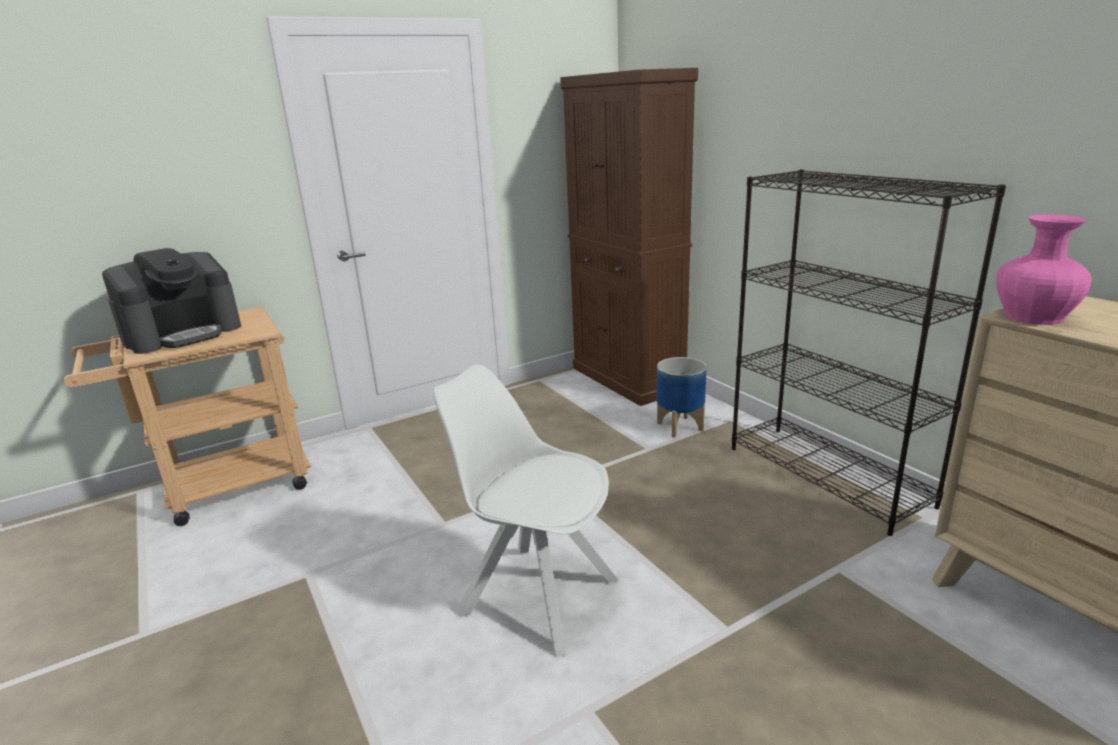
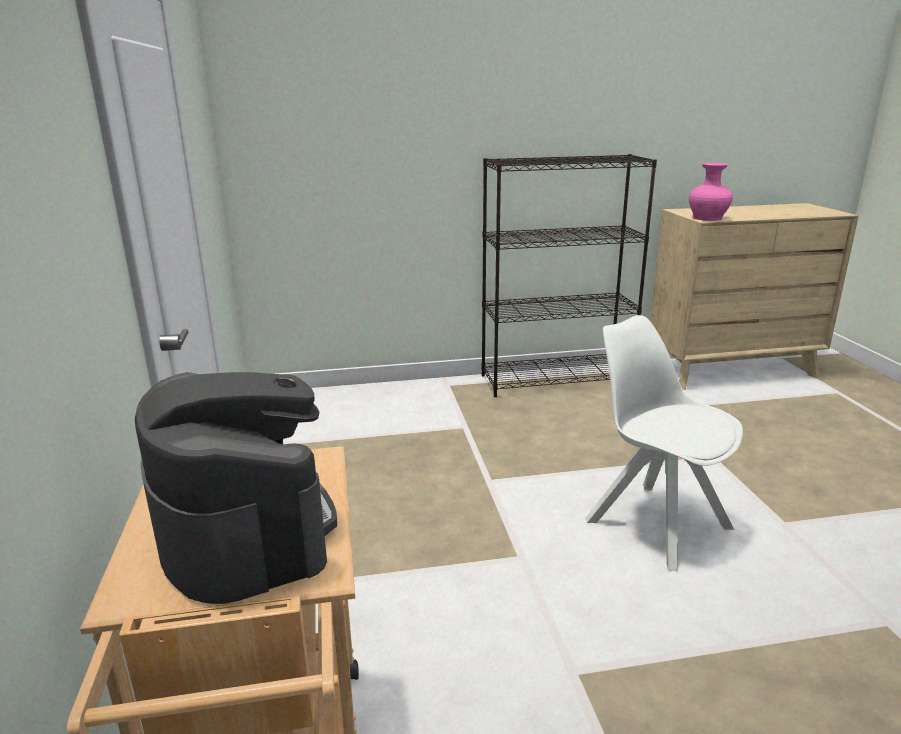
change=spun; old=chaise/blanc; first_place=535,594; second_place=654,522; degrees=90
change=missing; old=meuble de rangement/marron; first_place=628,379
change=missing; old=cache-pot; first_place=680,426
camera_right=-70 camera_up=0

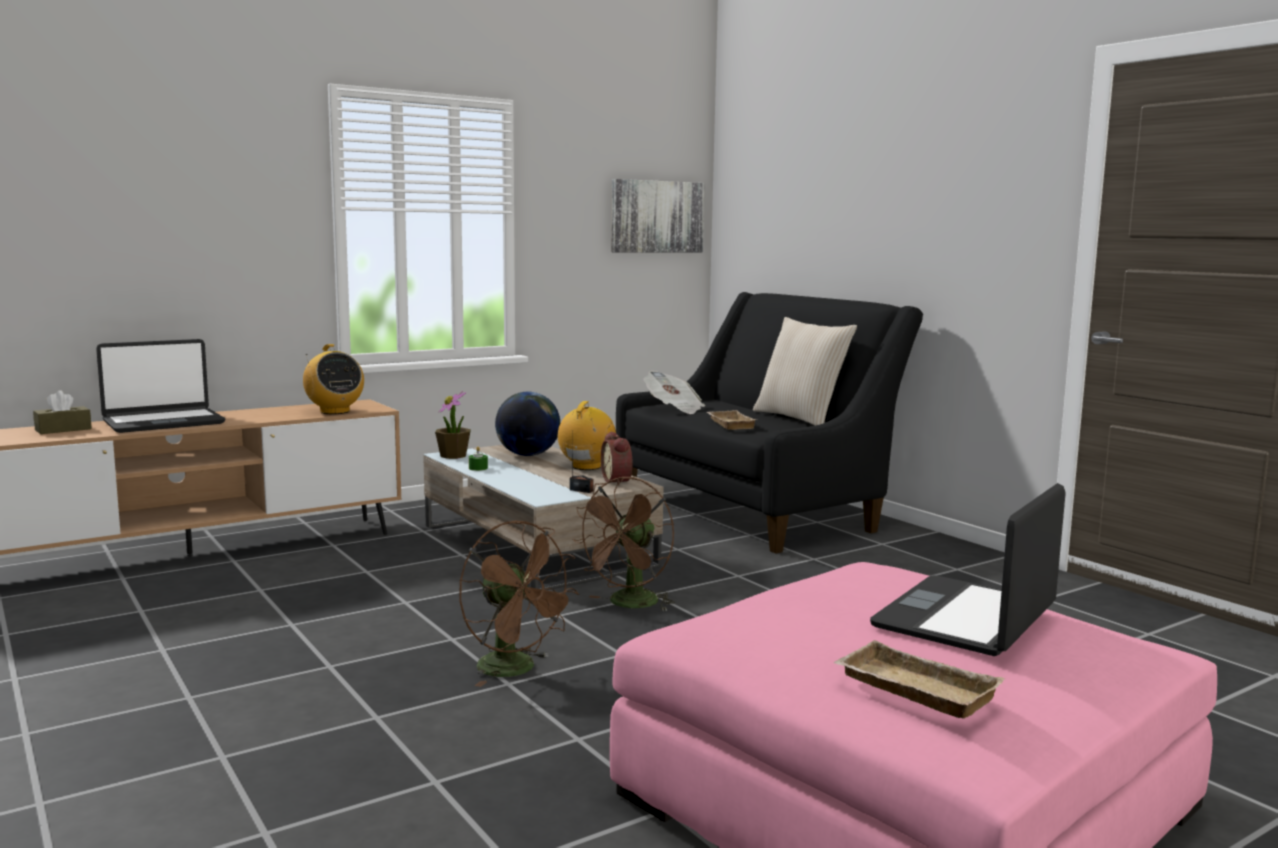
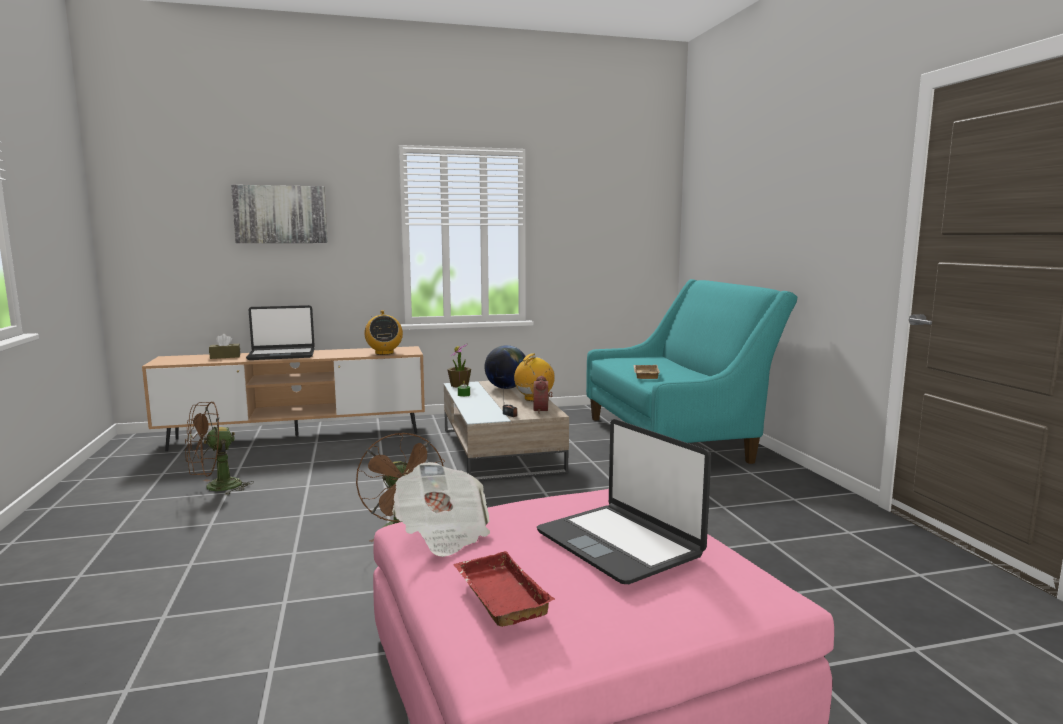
change=relocated; old=ventilateur/marron; first_place=629,605; second_place=216,488
change=relocated; old=tableau; first_place=656,216; second_place=280,214
change=colour; old=canapé/noir; new=canapé/turquoise; first_place=754,510; second_place=675,438
change=relocated; old=journal; first_place=674,409; second_place=442,533
change=missing; old=coussin/beige; first_place=800,418
change=colour; old=plateau/beige; new=plateau/rouge; first_place=912,690; second_place=497,595
change=spun; old=ordinateur portable; first_place=967,619; second_place=619,543; degrees=-90
camera_right=20 camera_up=0

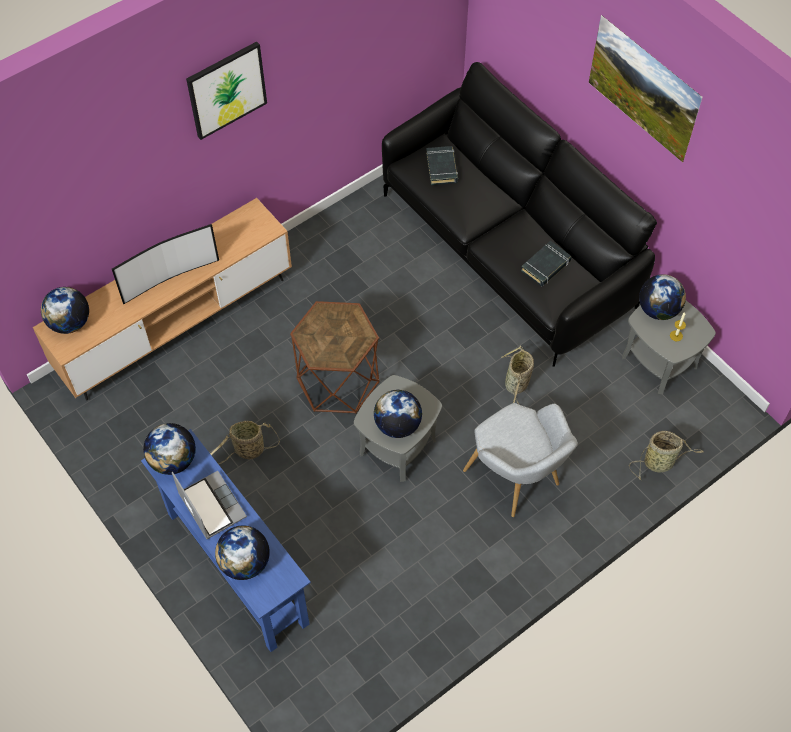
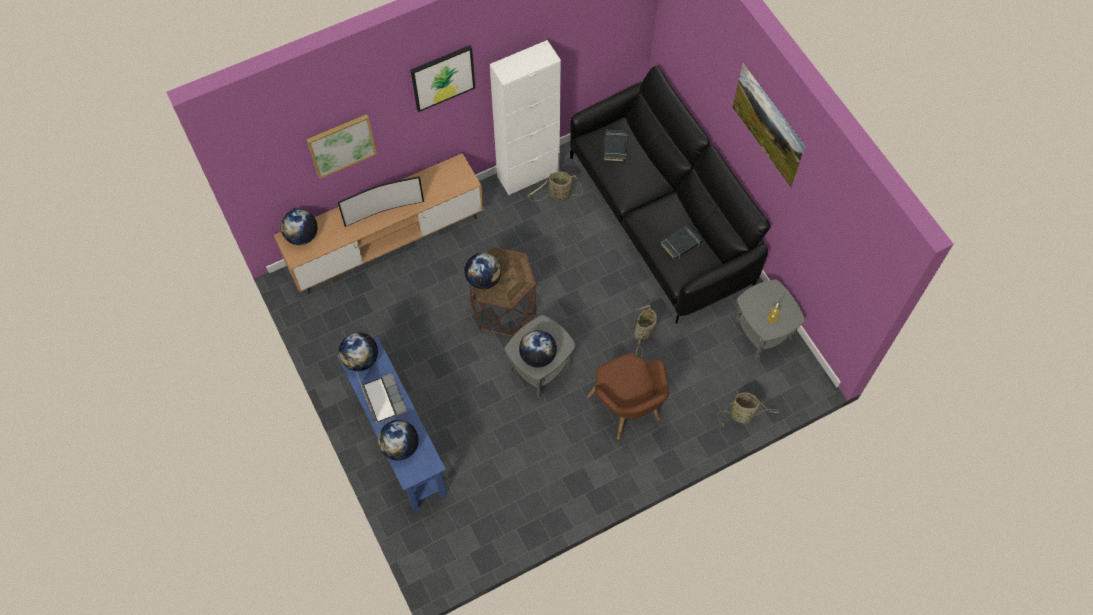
change=relocated; old=panier; first_place=247,451; second_place=558,195
change=colour; old=fauteuil/gris; new=fauteuil/marron; first_place=517,481; second_place=627,411
change=relocated; old=globe; first_place=658,310; second_place=483,279
change=appeared; new=tableau; second_place=341,145
change=appeared; new=meuble de rangement/blanc; second_place=528,174
camera_right=10 camera_up=5

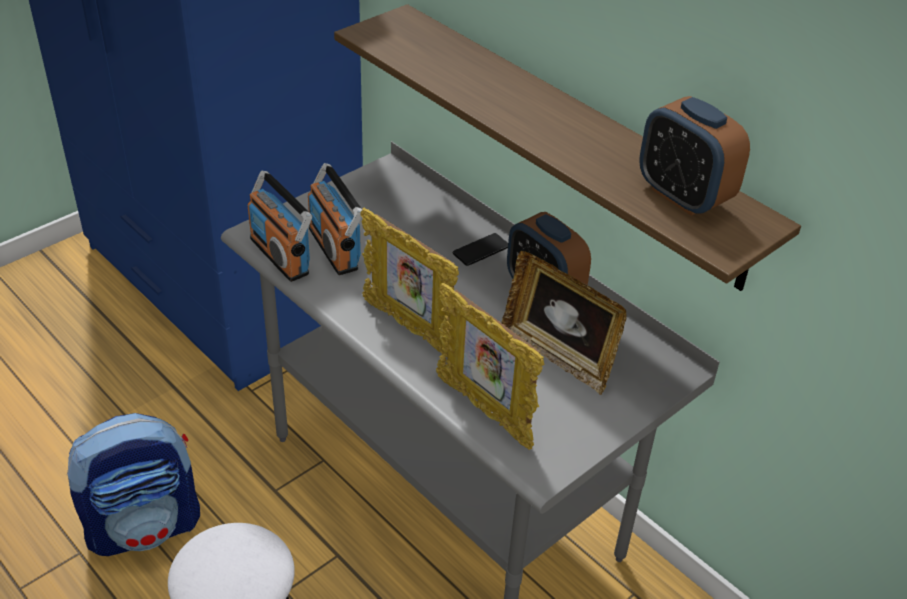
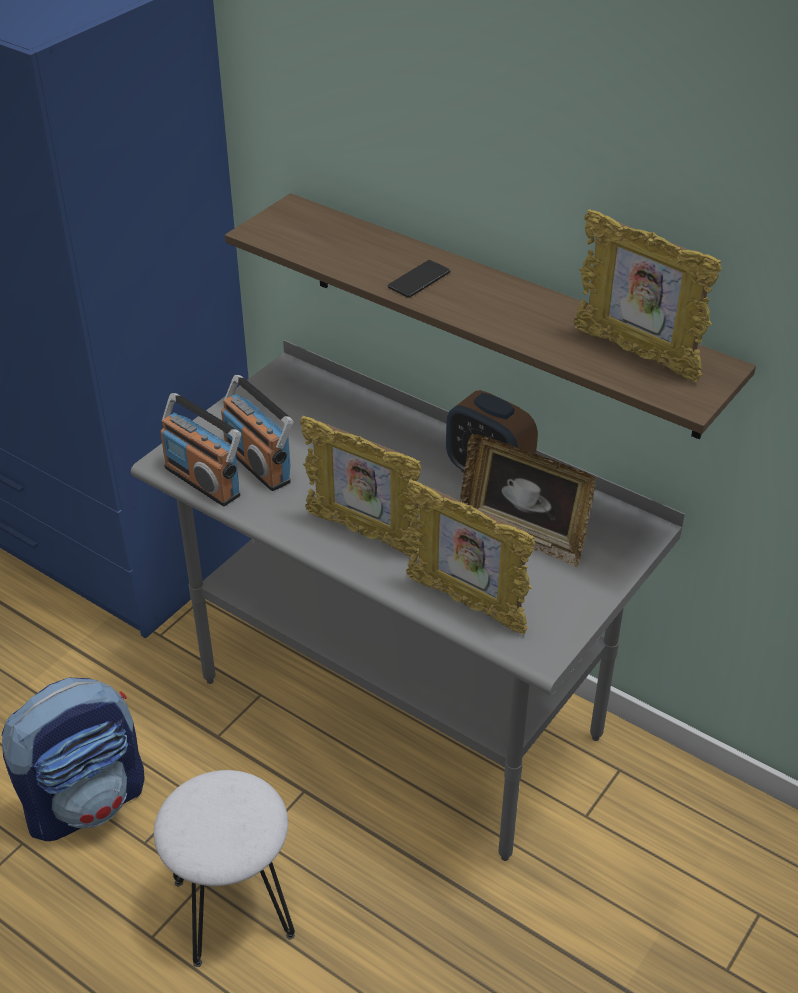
change=relocated; old=téléphone; first_place=481,250; second_place=419,280
change=exchanged; old=réveil; new=cadre photo; first_place=683,196; second_place=636,354
camera_right=-10 camera_up=0

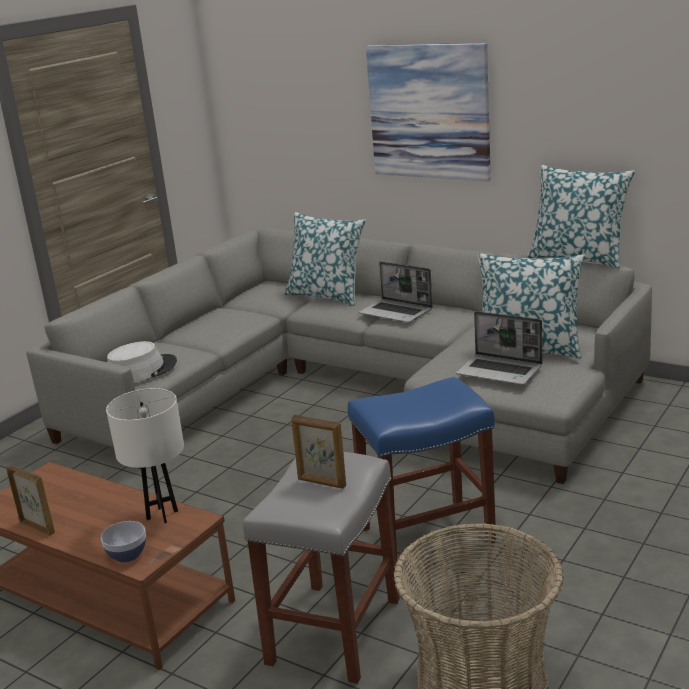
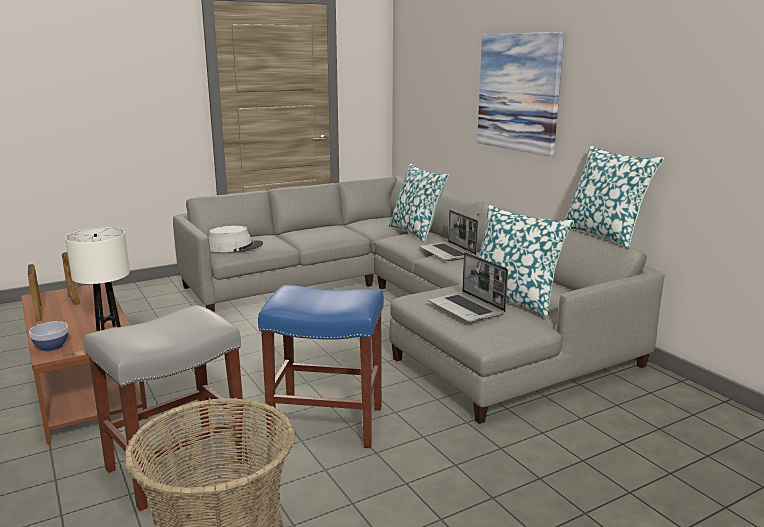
change=relocated; old=cadre photo; first_place=321,483; second_place=74,299
camera_right=25 camera_up=-5

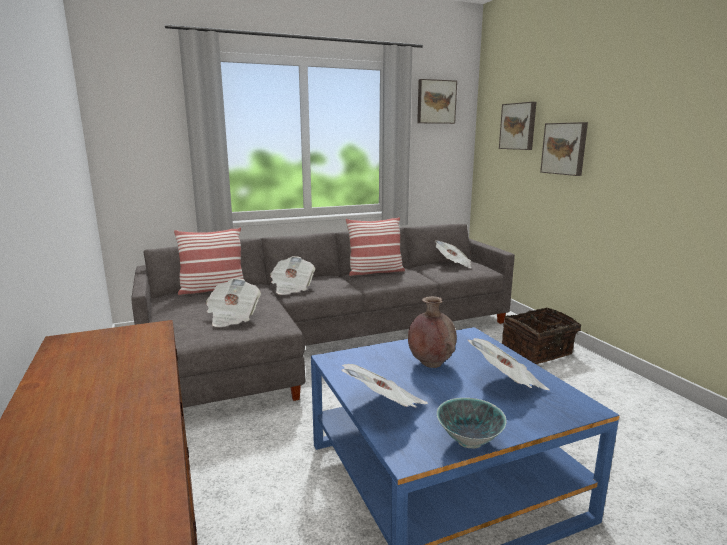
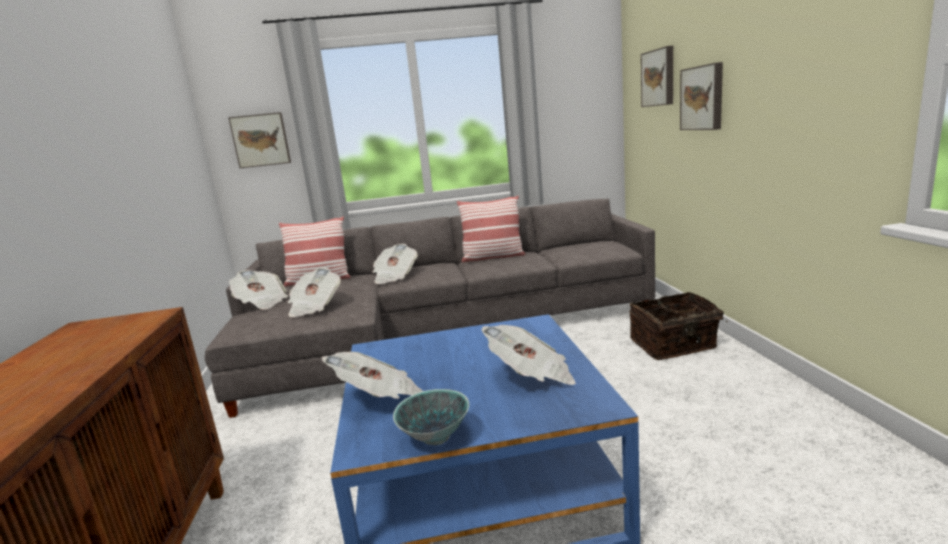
change=missing; old=vase/marron; first_place=430,364
change=relocated; old=tableau; first_place=436,102; second_place=261,140
change=relocated; old=journal; first_place=453,264; second_place=261,302
camera_right=15 camera_up=0

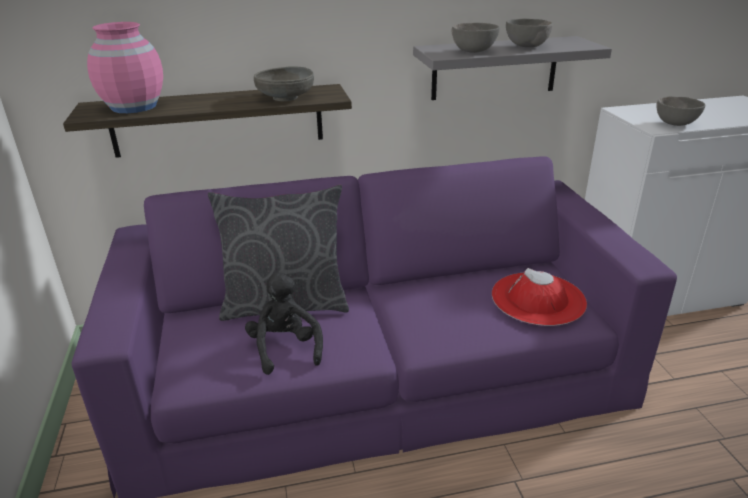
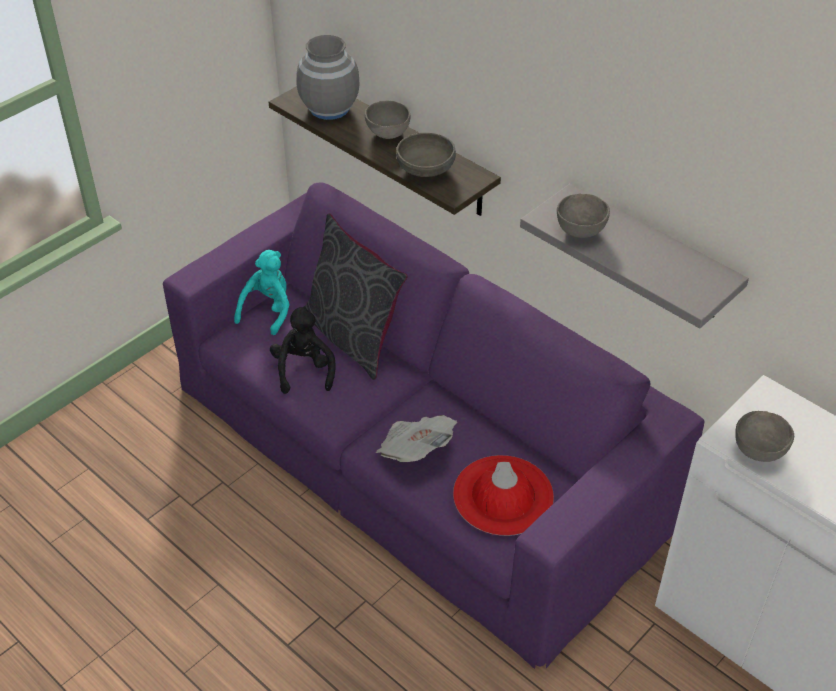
change=colour; old=vase/rose; new=vase/gris; first_place=133,106; second_place=329,108
change=spun; old=peluche/noir; first_place=285,348; second_place=304,370; degrees=-45
change=relocated; old=bol/gris; first_place=527,47; second_place=387,134
change=appeared; new=peluche/turquoise; second_place=267,310
change=appeared; new=journal; second_place=415,450
camera_right=55 camera_up=15

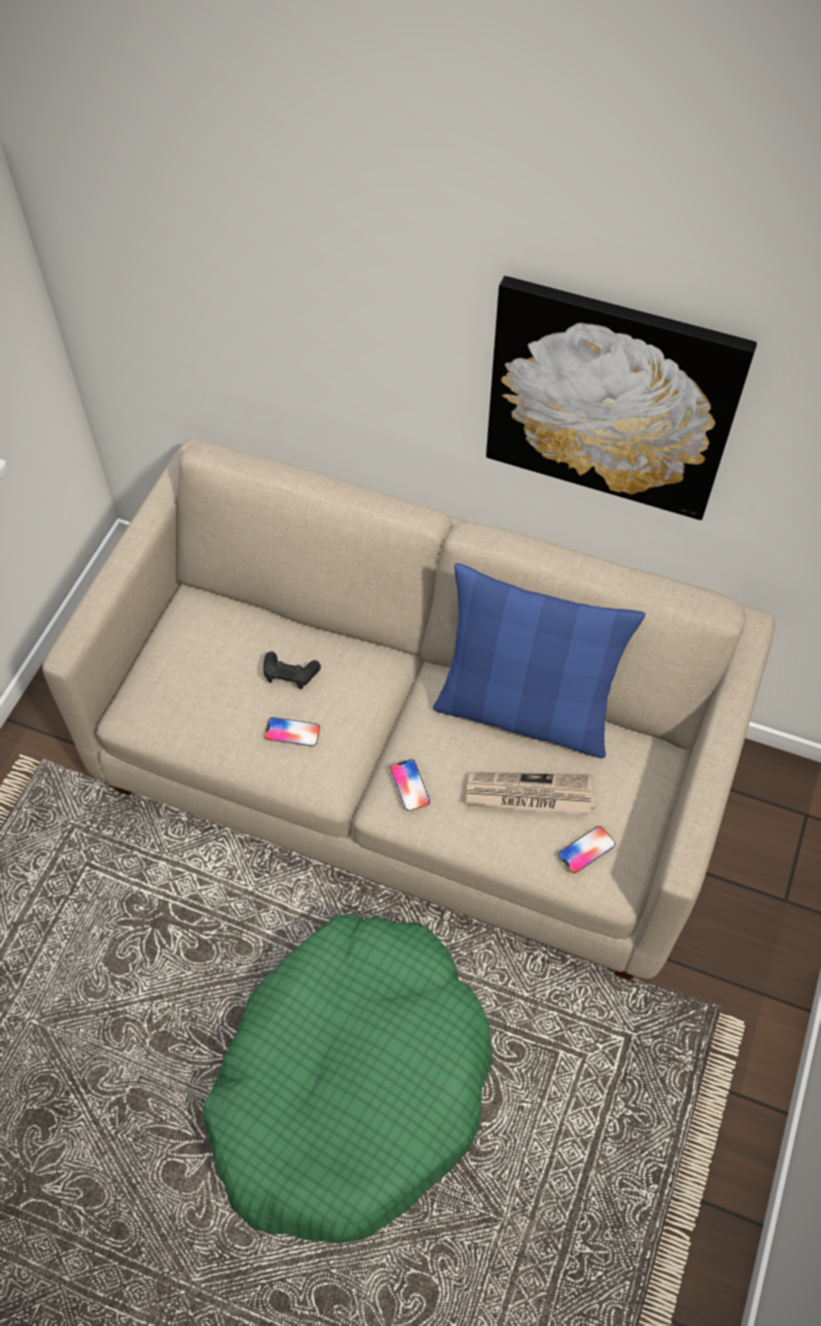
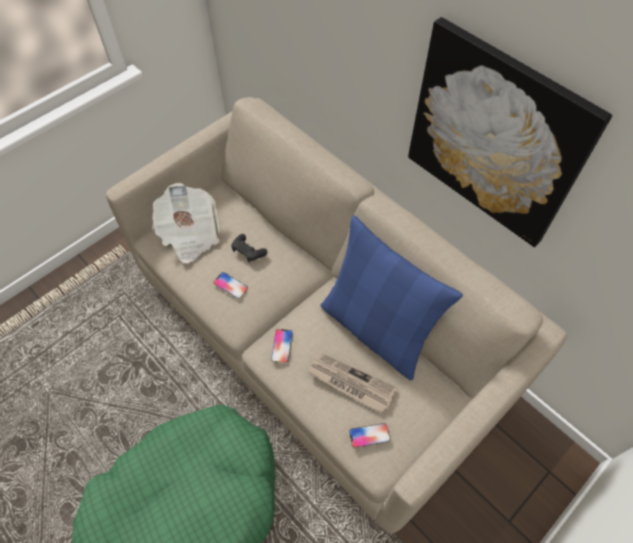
change=appeared; new=journal; second_place=189,234
camera_right=25 camera_up=0

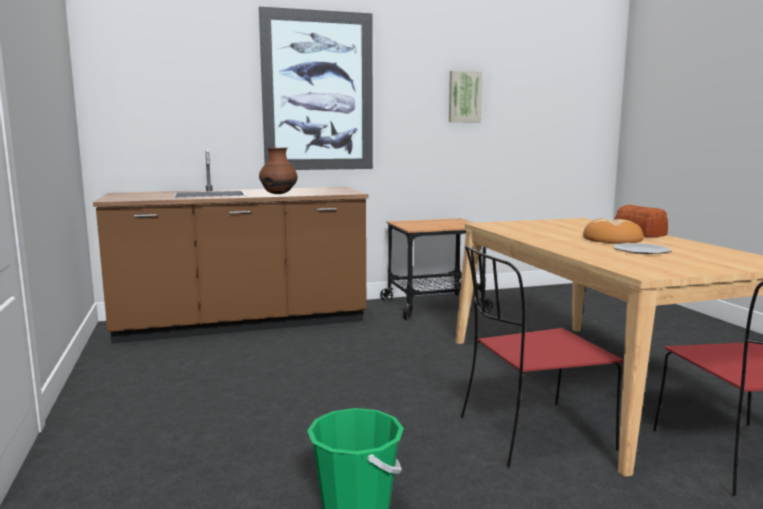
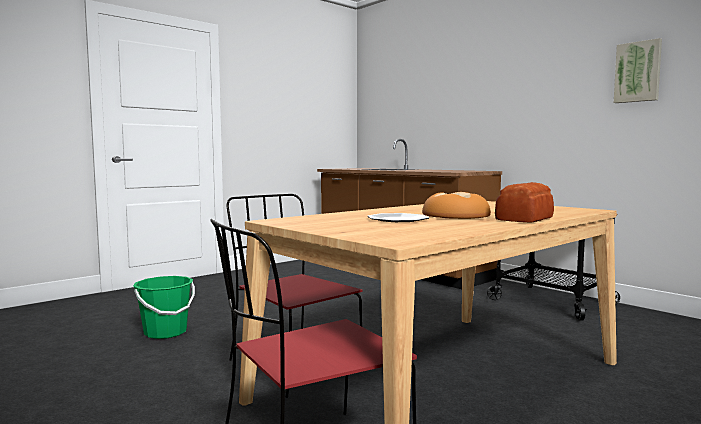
change=missing; old=tableau; first_place=318,92
change=missing; old=vase/marron; first_place=278,194
camera_right=65 camera_up=-5

